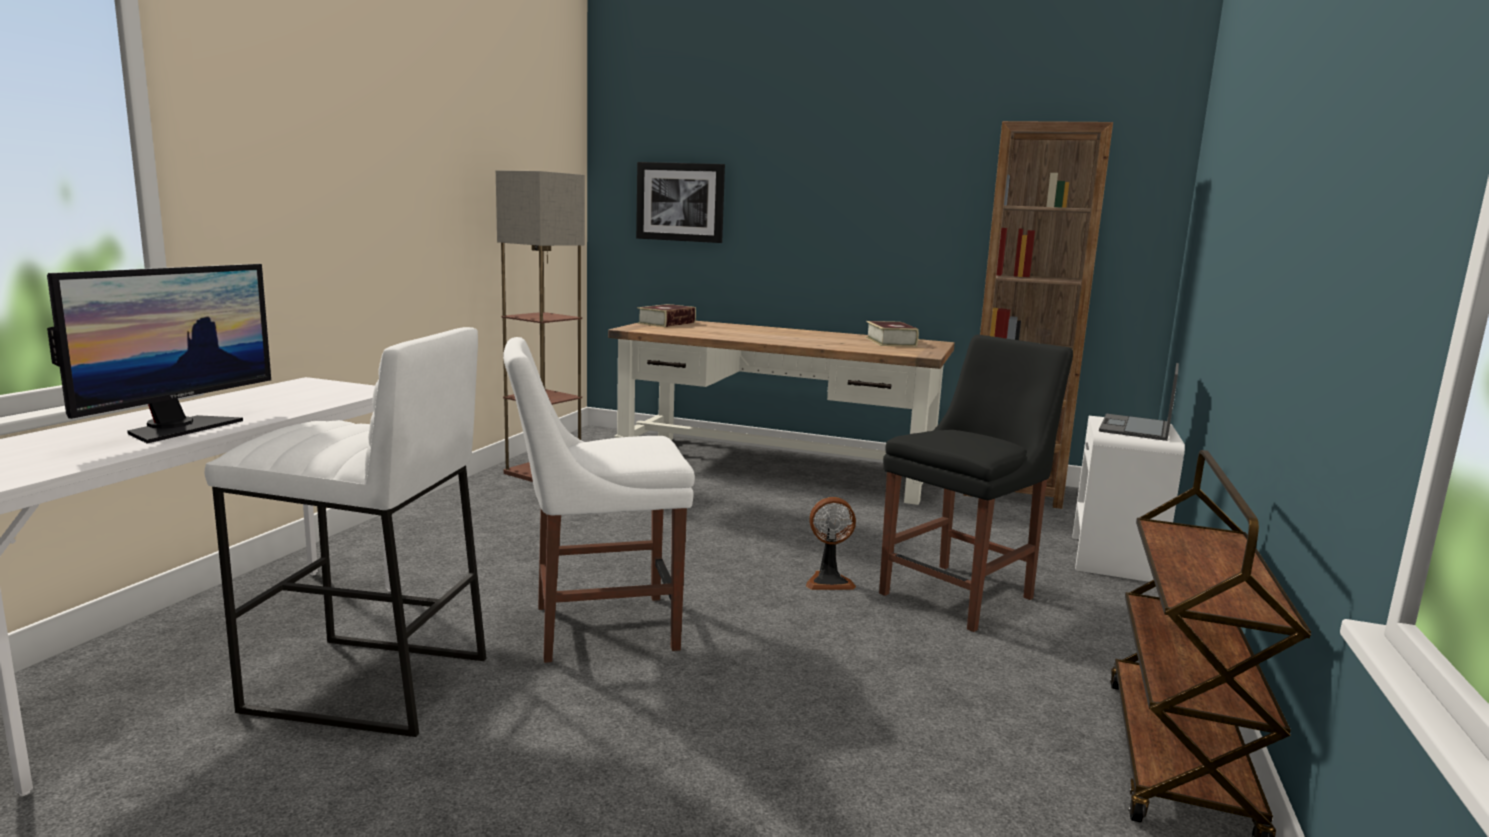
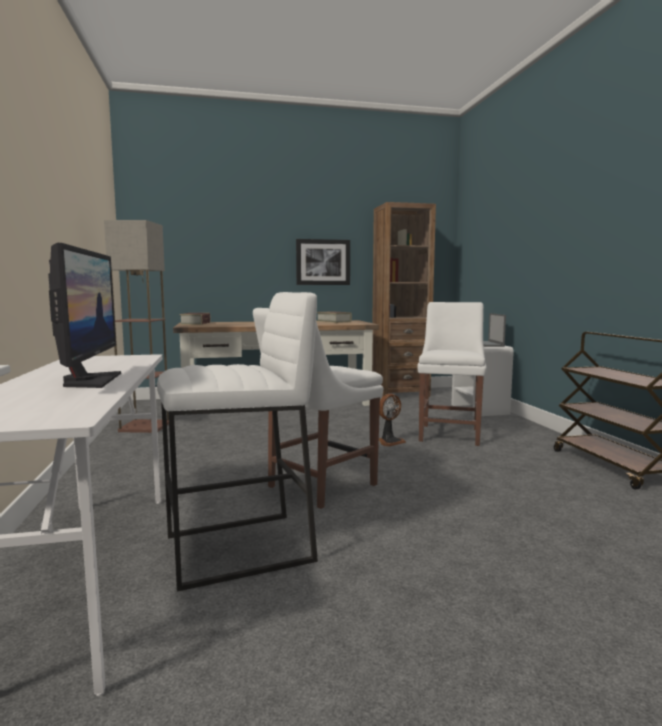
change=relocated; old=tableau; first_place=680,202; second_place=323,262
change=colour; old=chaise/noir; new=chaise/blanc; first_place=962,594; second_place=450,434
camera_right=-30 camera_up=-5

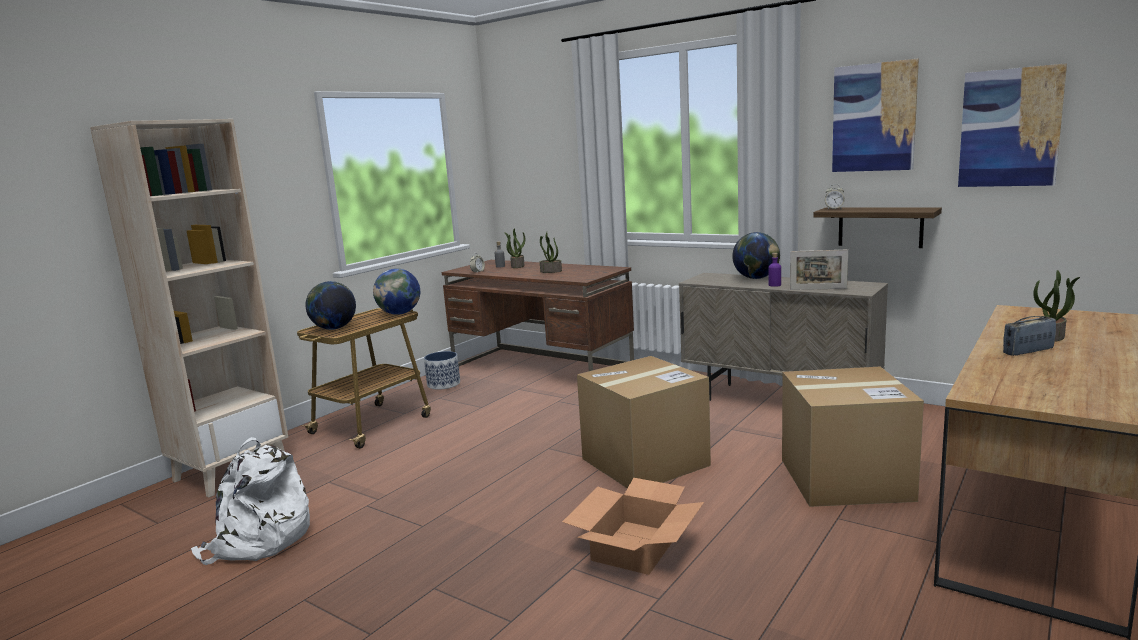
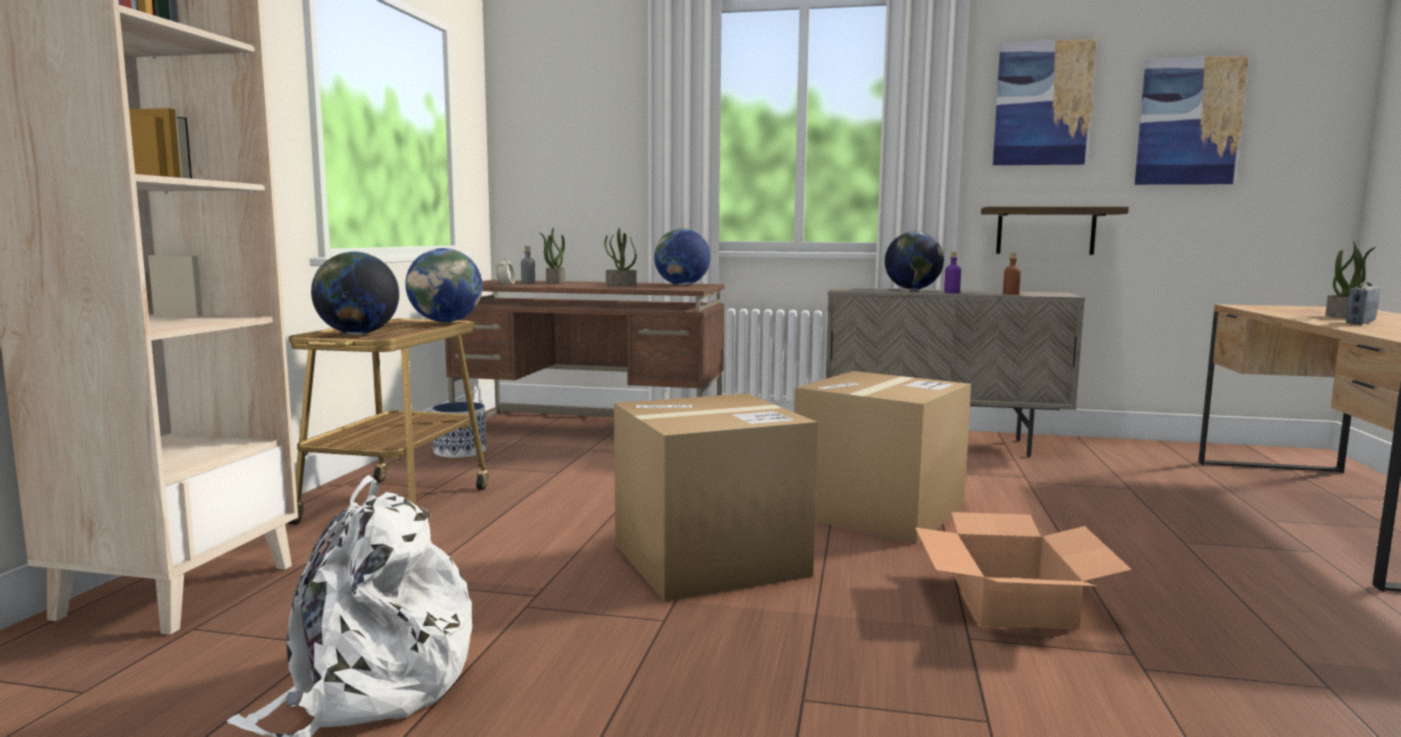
change=relocated; old=carton; first_place=845,479; second_place=709,559
change=exchanged; old=cadre photo; new=bouteille/marron; first_place=818,289; second_place=1010,294
change=missing; old=réveil; first_place=834,209
change=appeared; new=globe; second_place=682,285
camera_right=-25 camera_up=-5

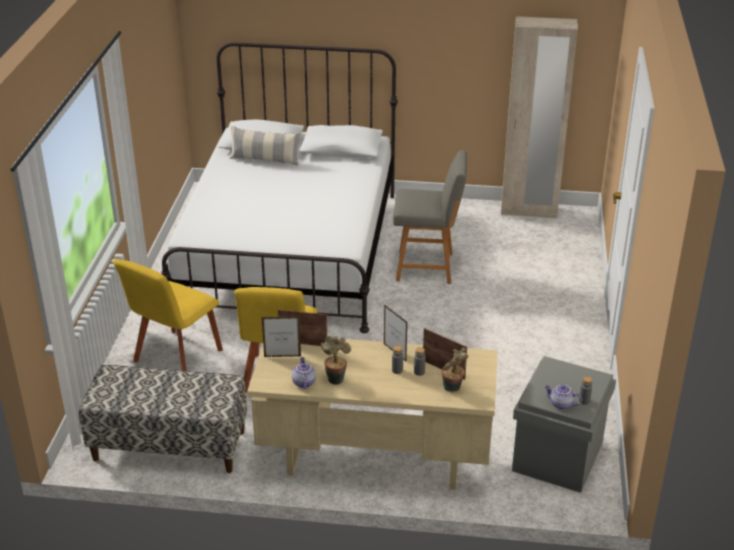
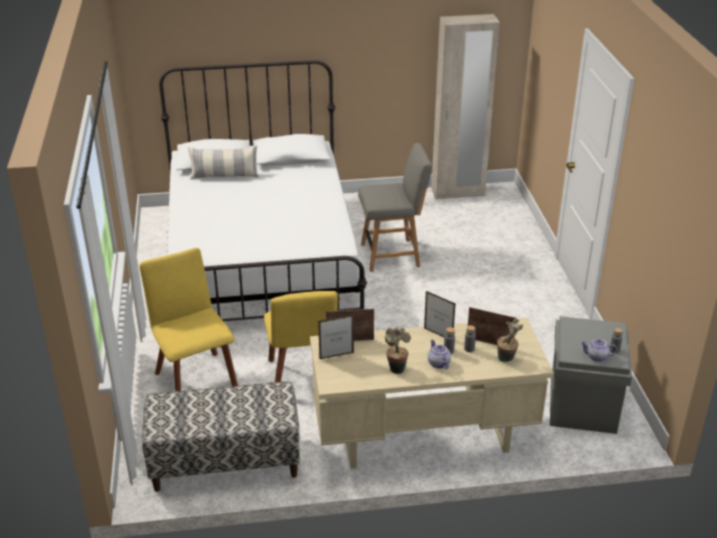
change=spun; old=chaise/jaune; first_place=175,358; second_place=195,377; degrees=135
change=relocated; old=théière; first_place=303,382; second_place=438,363
camera_right=-15 camera_up=0

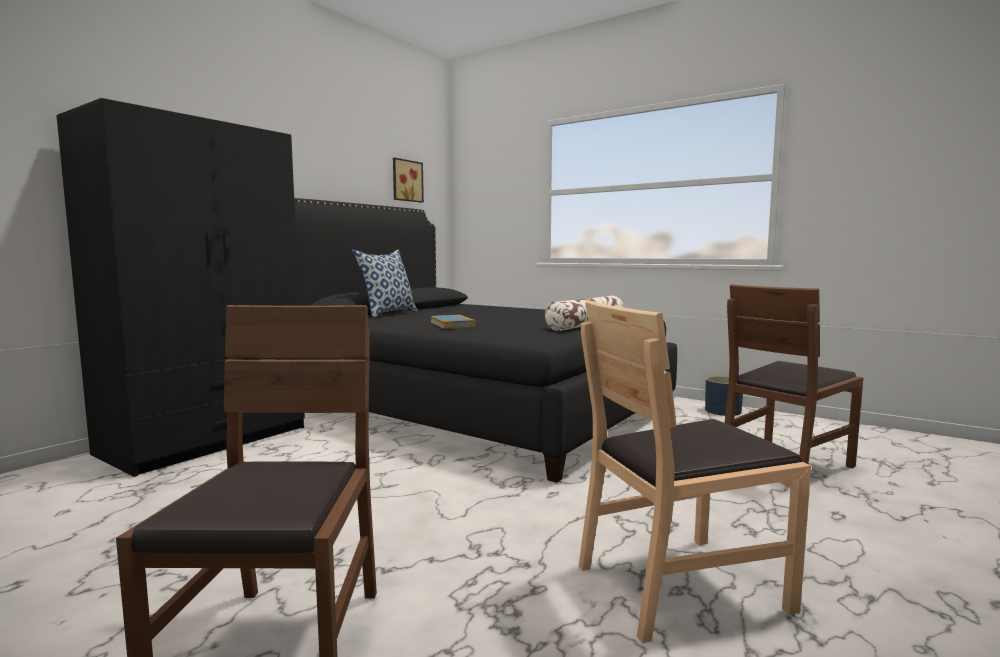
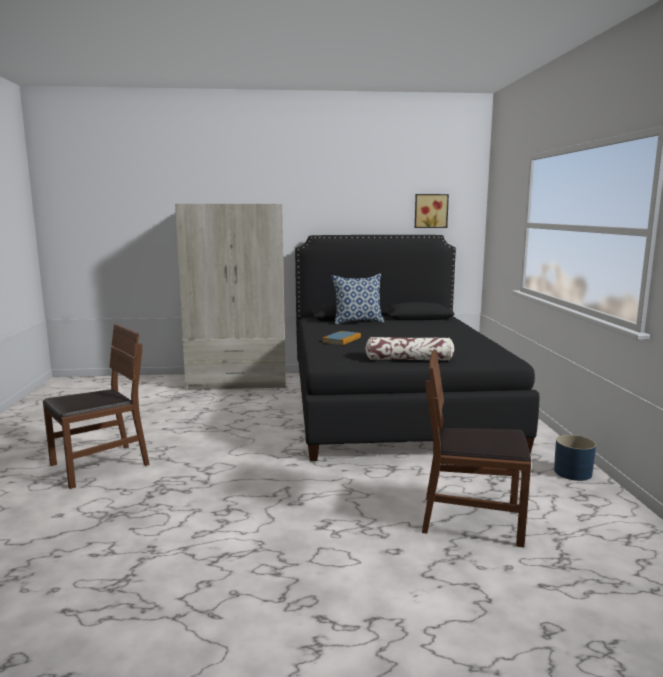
change=colour; old=armoire/noir; new=armoire/beige; first_place=206,440; second_place=238,381
change=missing; old=chaise/marron; first_place=680,585
camera_right=50 camera_up=5

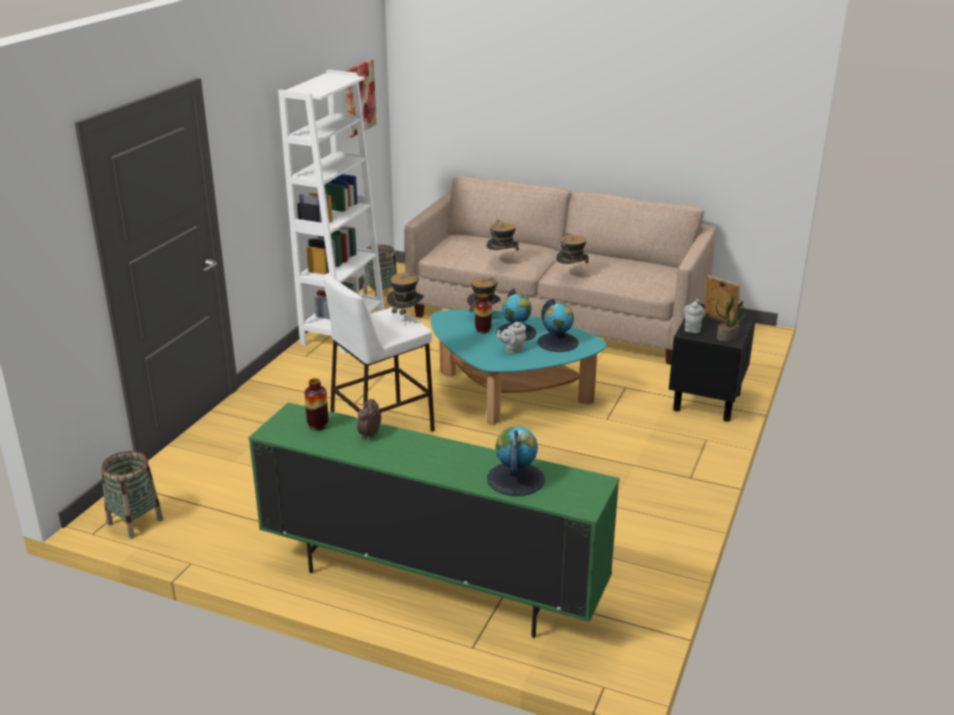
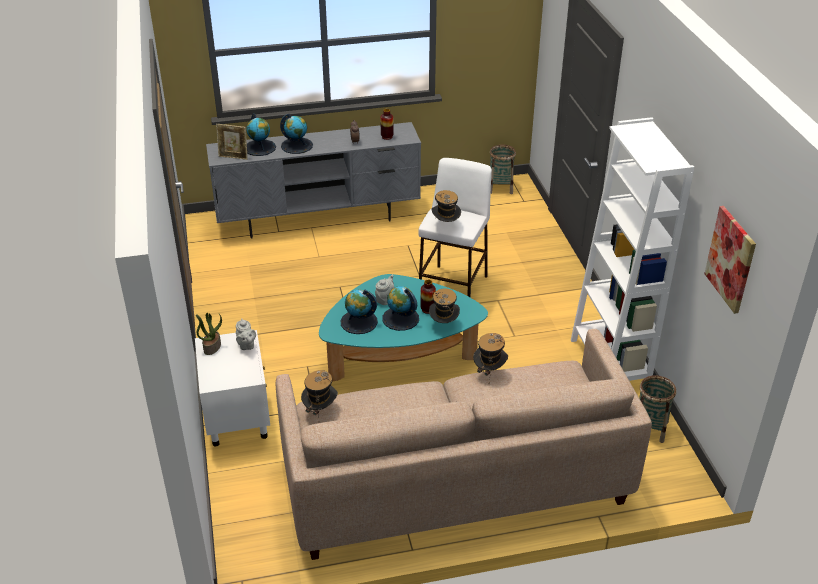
change=colour; old=meuble télé/vert; new=meuble télé/gris; first_place=429,583; second_place=319,219
change=relocated; old=chapeau; first_place=571,274; second_place=320,410
change=colour; old=table de chevet/noir; new=table de chevet/blanc; first_place=706,402; second_place=237,421
change=relocated; old=cadre photo; first_place=719,321; second_place=233,157
change=appeared; new=globe; second_place=297,145
camera_right=145 camera_up=10

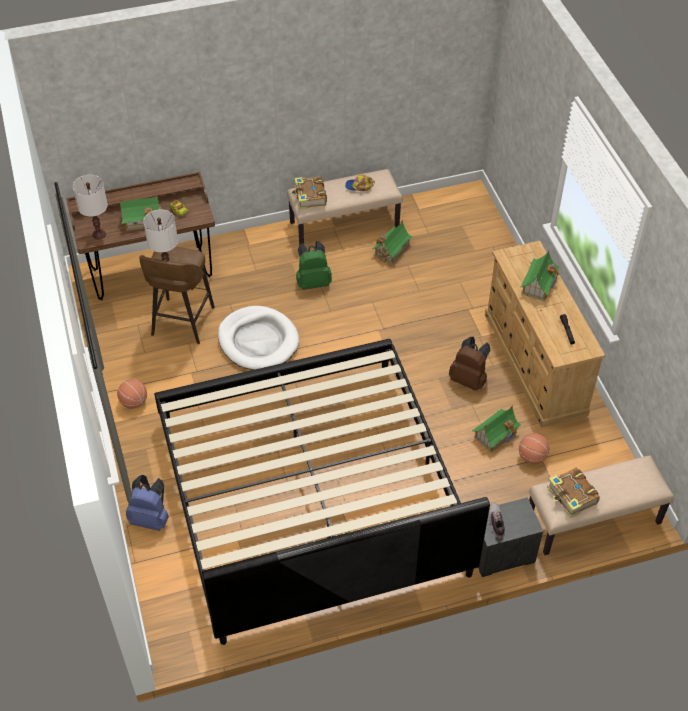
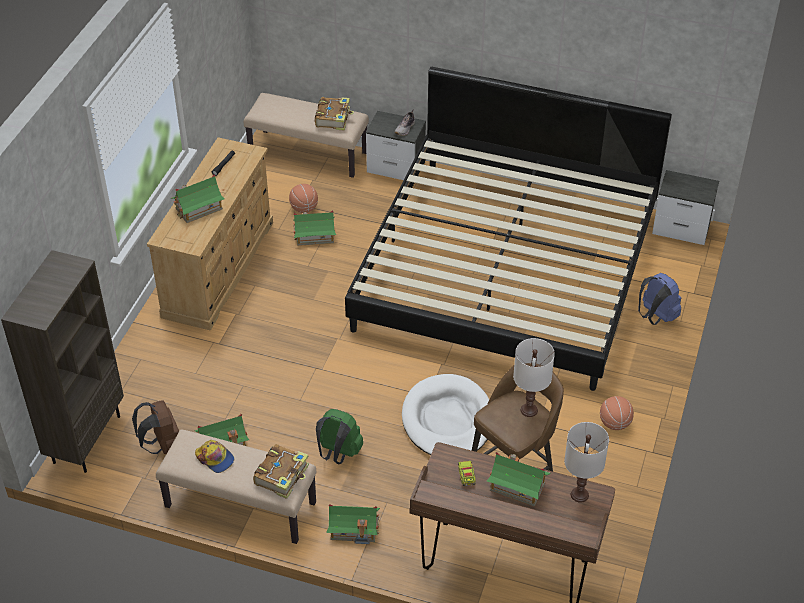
change=relocated; old=sac à dos/marron; first_place=469,379; second_place=163,445
change=appeared; new=bibliothèque/marron; second_place=86,438
change=appeared; new=maison miniature; second_place=354,529
change=appeared; new=table de chevet; second_place=682,229
camera_right=-145 camera_up=-5

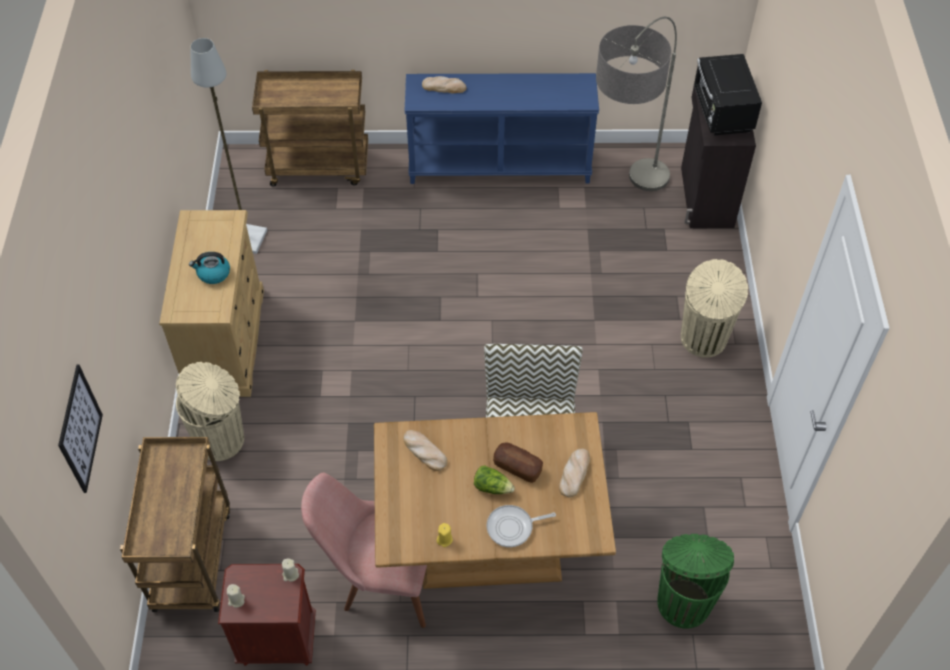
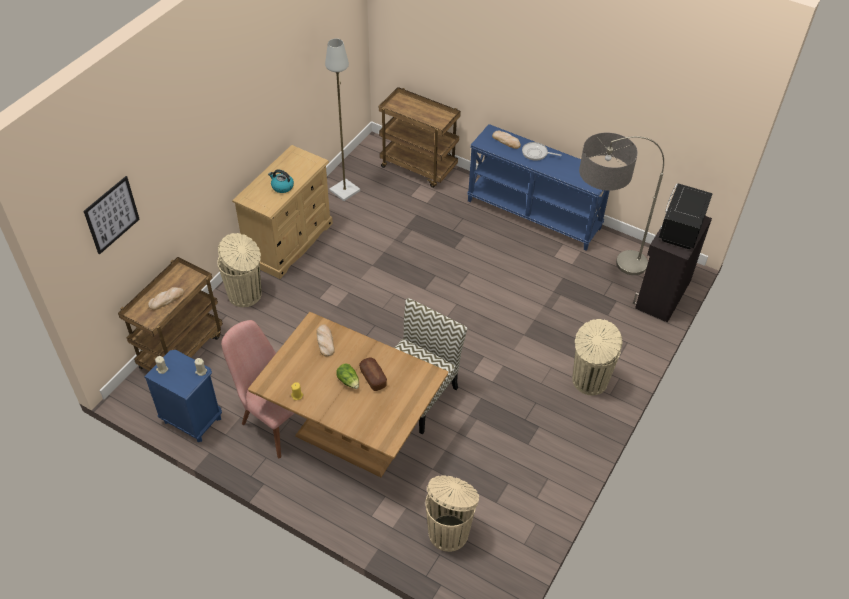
change=colour; old=table de chevet/marron; new=table de chevet/bleu; first_place=277,641; second_place=192,420
change=relocated; old=poêle; first_place=513,527; second_place=536,153
change=relocated; old=pain; first_place=574,473; second_place=166,299
change=colour; old=poubelle/vert; new=poubelle/beige; first_place=683,601; second_place=449,532
camera_right=30 camera_up=-5

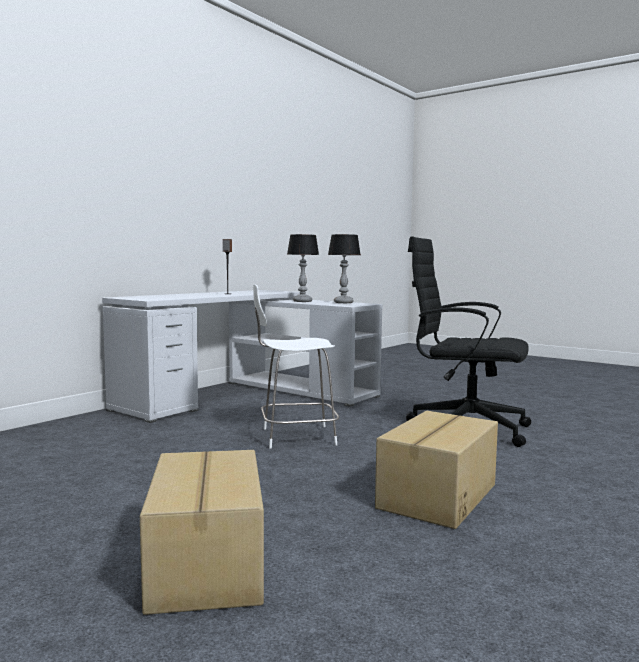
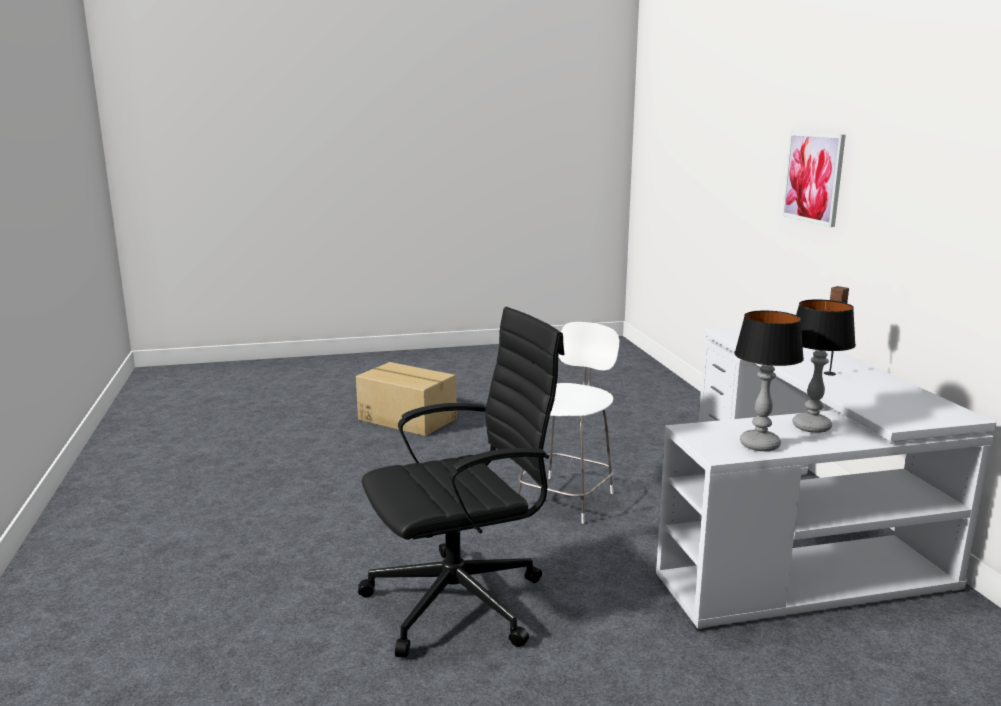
change=missing; old=carton; first_place=436,496
change=appeared; new=tableau; second_place=813,177
camera_right=130 camera_up=10

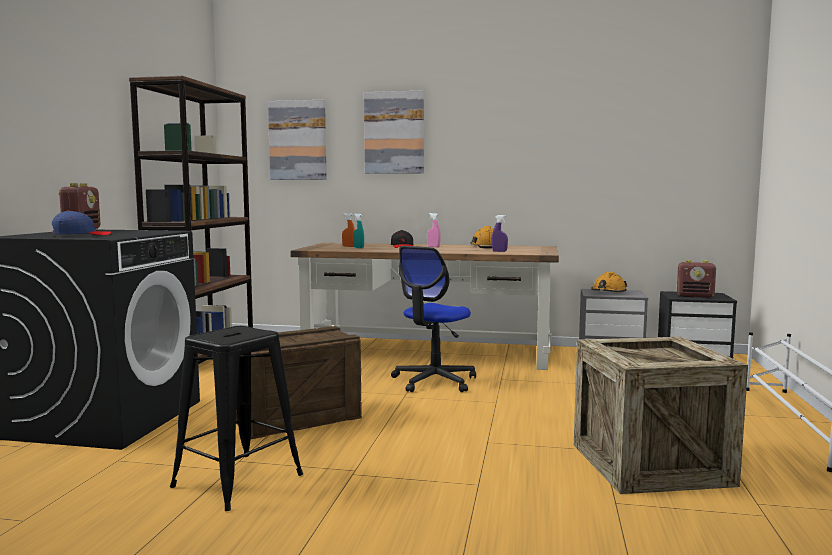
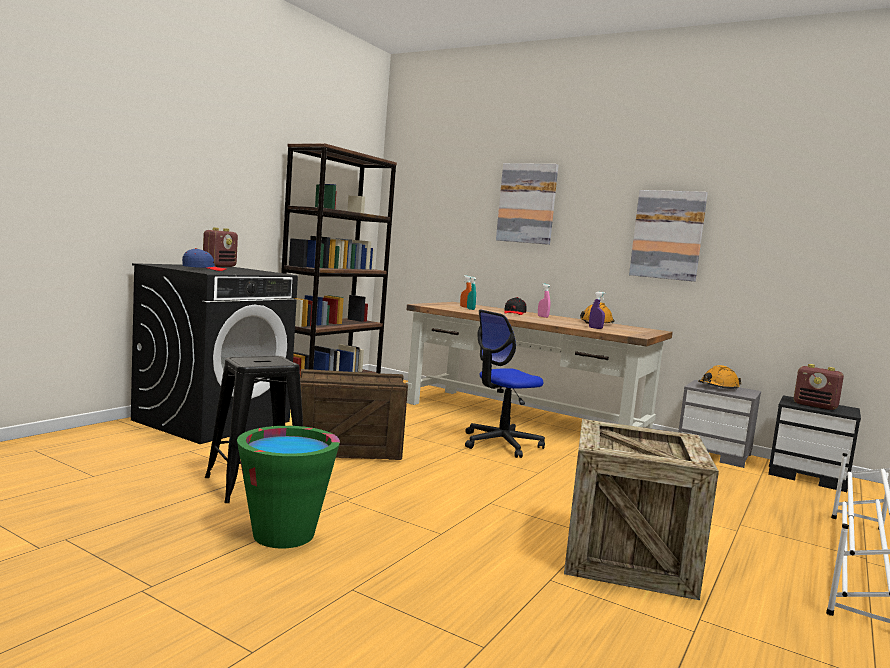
change=relocated; old=tableau; first_place=298,140; second_place=667,235
change=appeared; new=seau/vert; second_place=284,534
camera_right=20 camera_up=0

